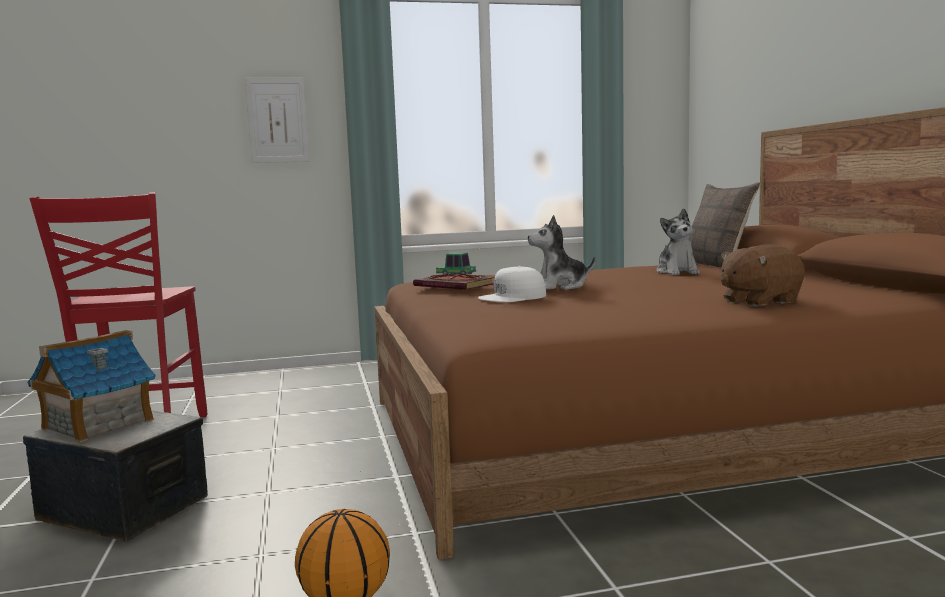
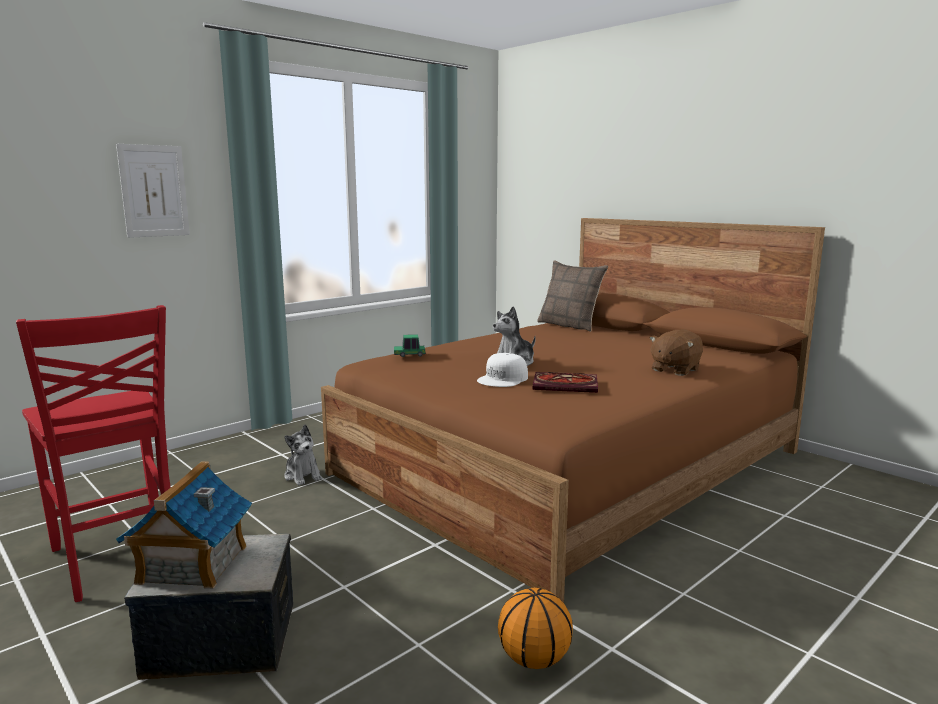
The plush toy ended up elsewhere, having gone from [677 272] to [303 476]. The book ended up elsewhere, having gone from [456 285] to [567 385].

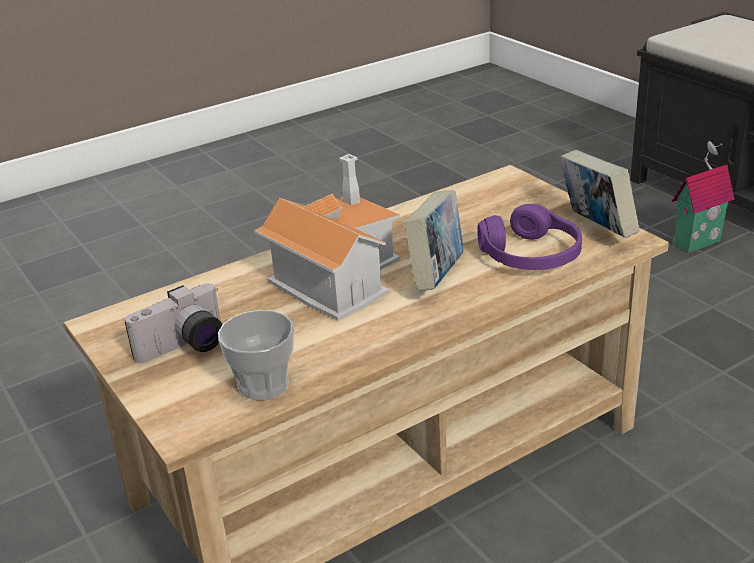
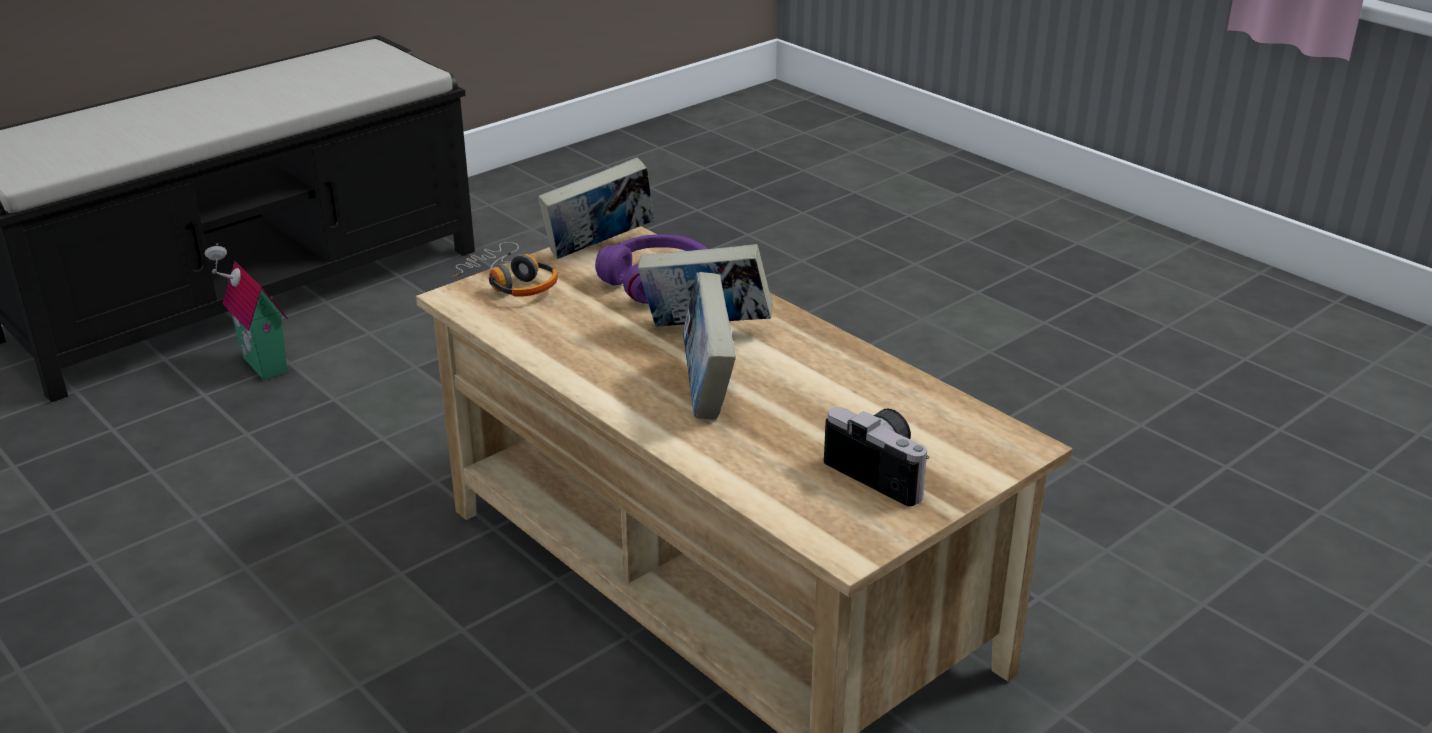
Where the toy house stood at [336 274], the book came to stand at [707 390]. The second view lost the cup at [263 385]. The second view gained the headphones at [510 283].

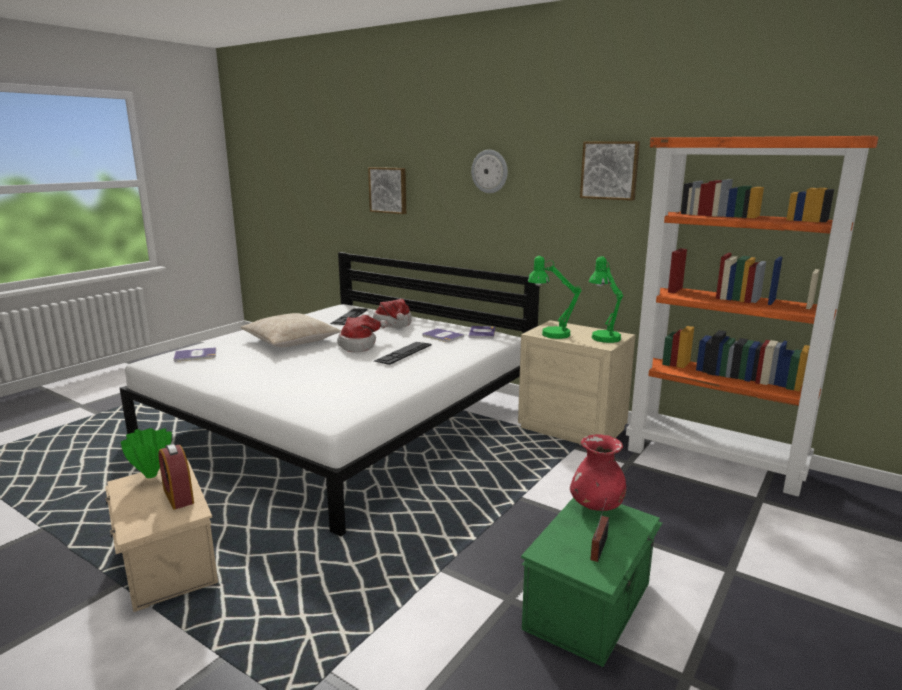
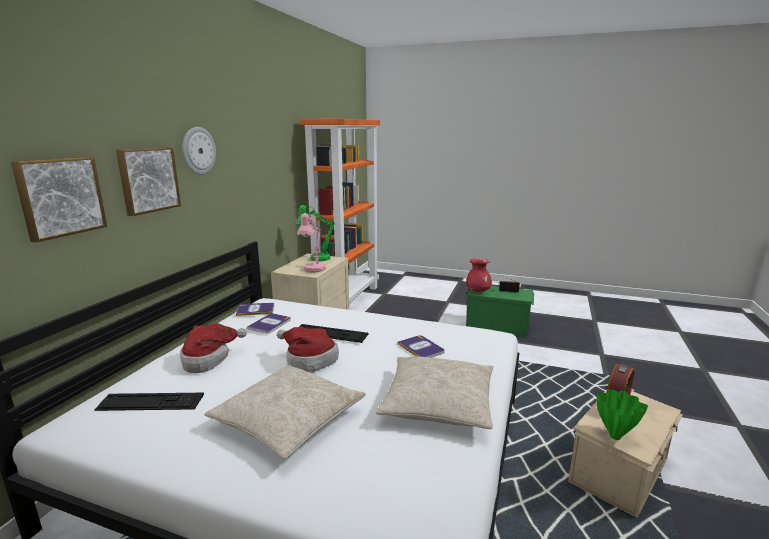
The picture ended up elsewhere, having gone from [610 170] to [148 179]. What was the green table lamp at [550 333] turned into the pink table lamp at [312 270]. The book ended up elsewhere, having gone from [195 355] to [421 348]. The second view gained the beige pillow at [438 403].

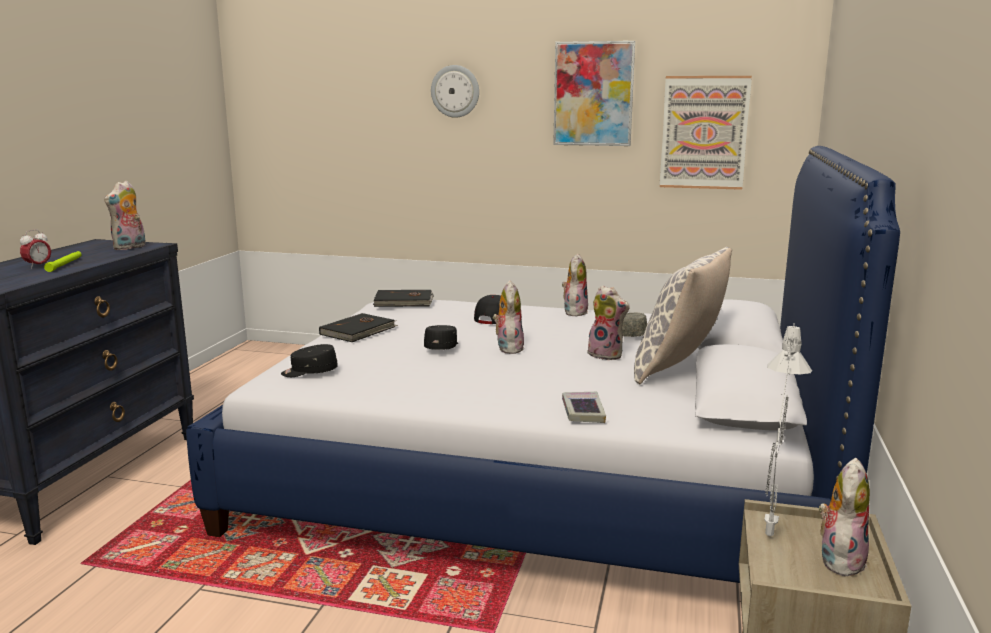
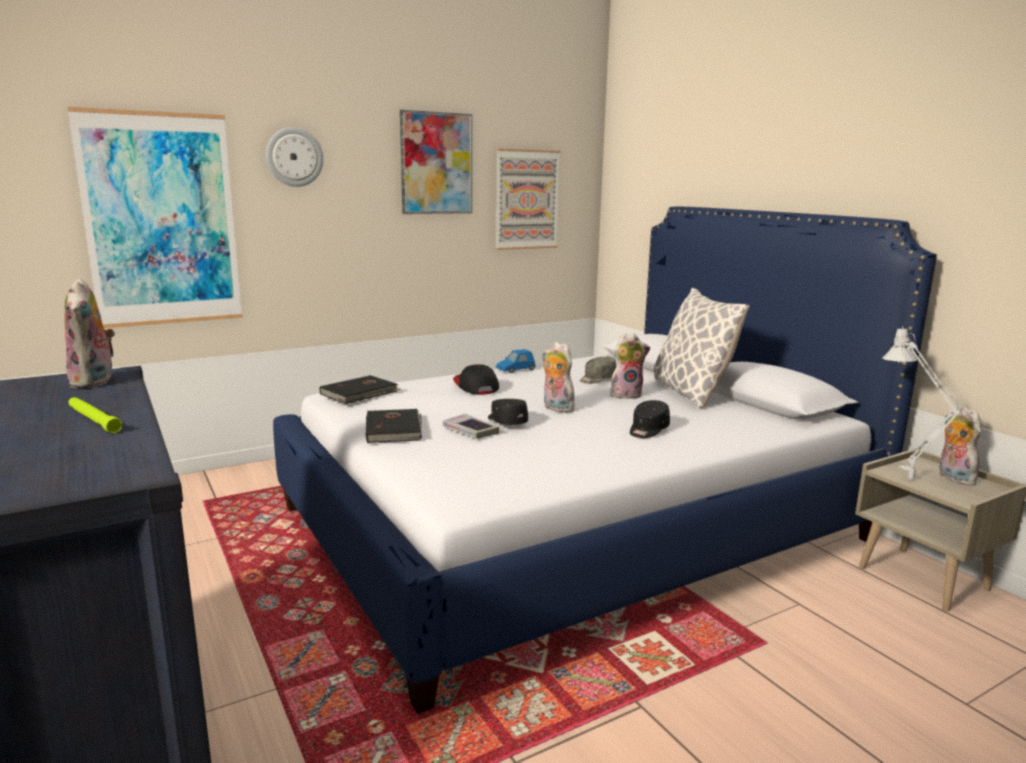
The second view lost the alarm clock at [38 266]. Where the plush toy stood at [574 312], the blue toy car came to stand at [515 370]. The black cap ended up elsewhere, having gone from [309 372] to [648 430]. The book ended up elsewhere, having gone from [583 412] to [470 431]. The second view gained the picture at [161 220].

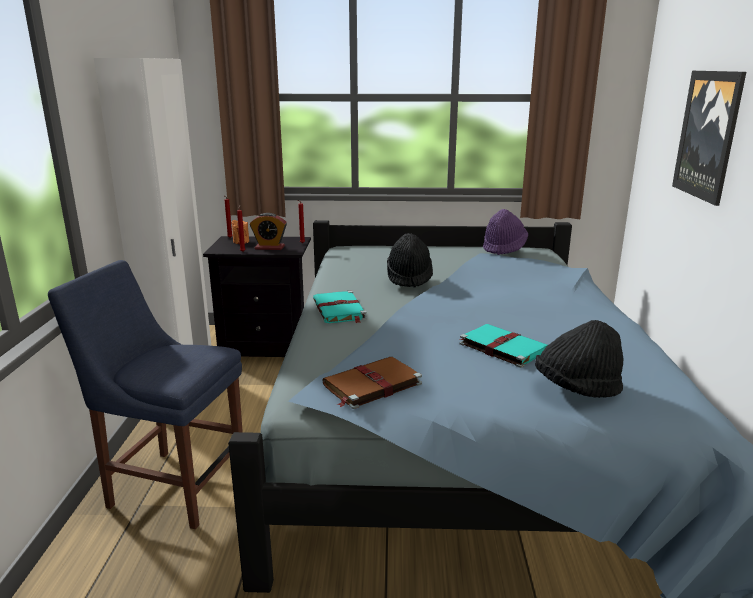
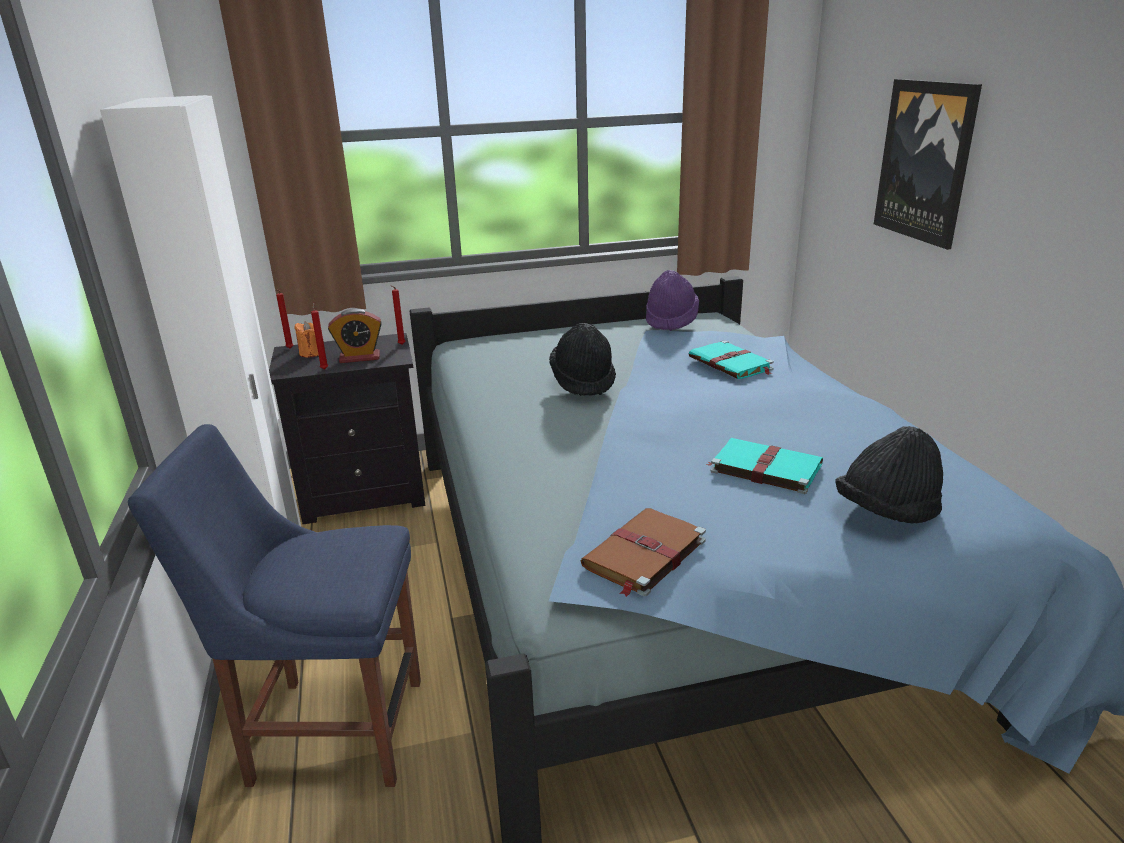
The turquoise book ended up elsewhere, having gone from [339 310] to [731 364].

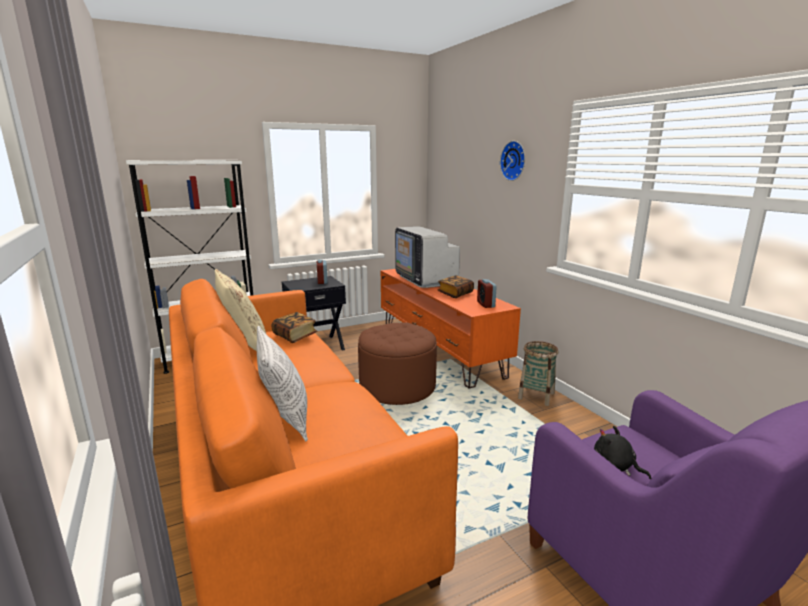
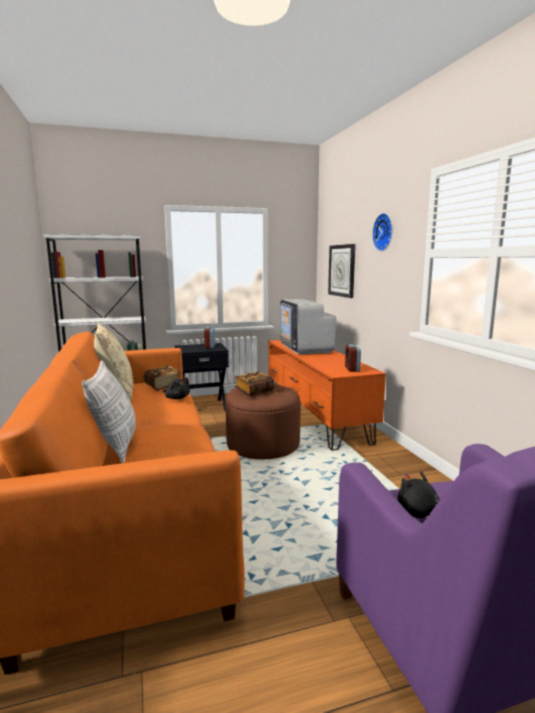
The book ended up elsewhere, having gone from [455 294] to [254 391]. The second view lost the basket at [536 396]. The second view gained the wall clock at [342 270]. The second view gained the black plush toy at [177 398].

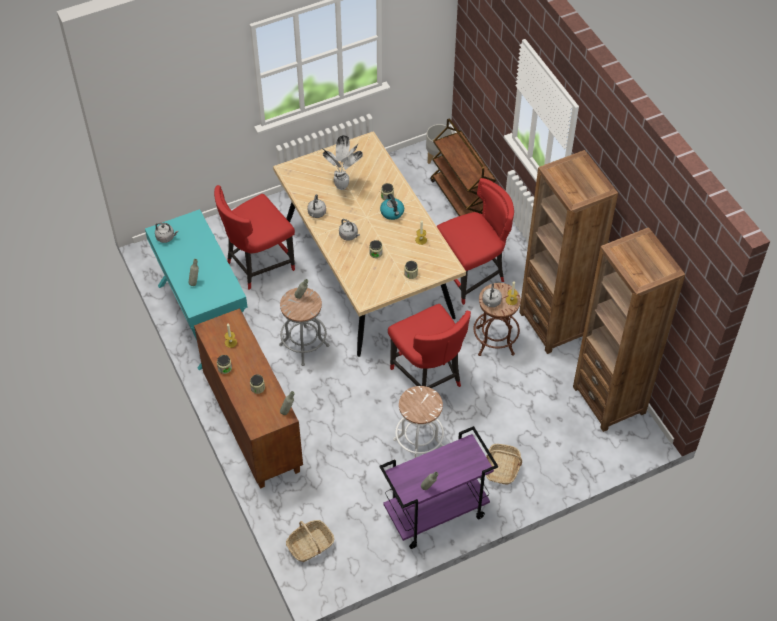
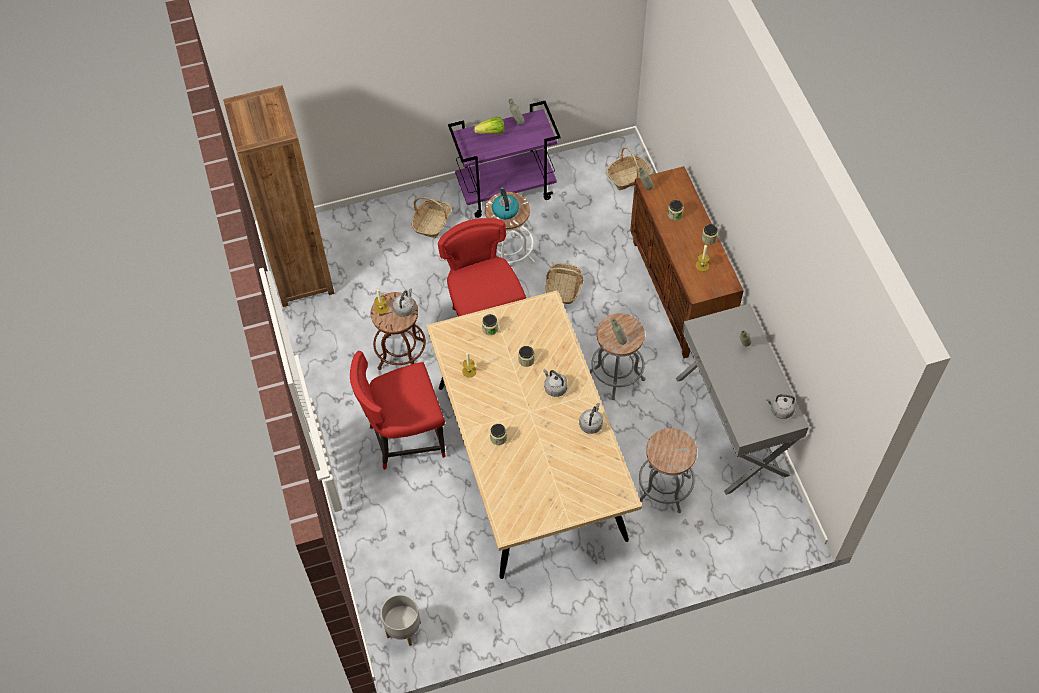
The second view lost the brown cart at [462 200]. The second view lost the potted plant at [342 186]. The second view lost the brown bookcase at [554 324]. Where the red chair stood at [258 265], the grey stool came to stand at [664 488]. The kettle ended up elsewhere, having gone from [392 212] to [505 210]. What was the turquoise console table at [203 317] turned into the grey console table at [732 425]. The second view gained the lettuce at [491 132]. The second view gained the basket at [563 288].

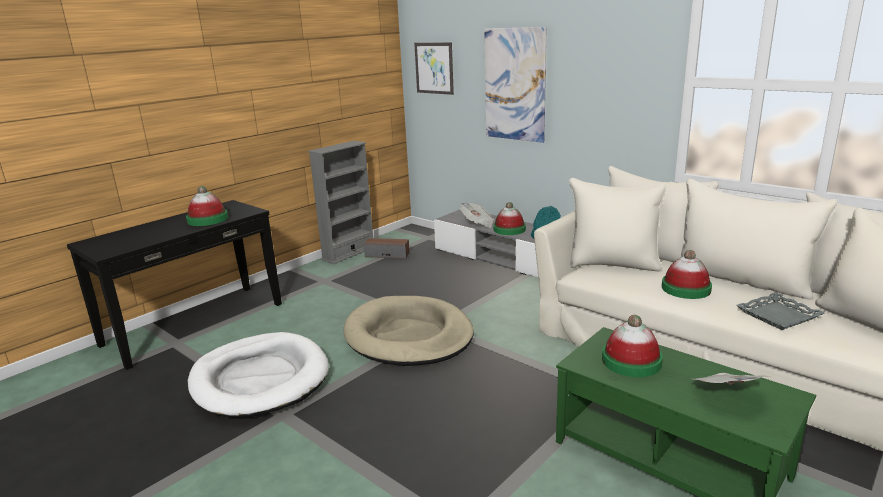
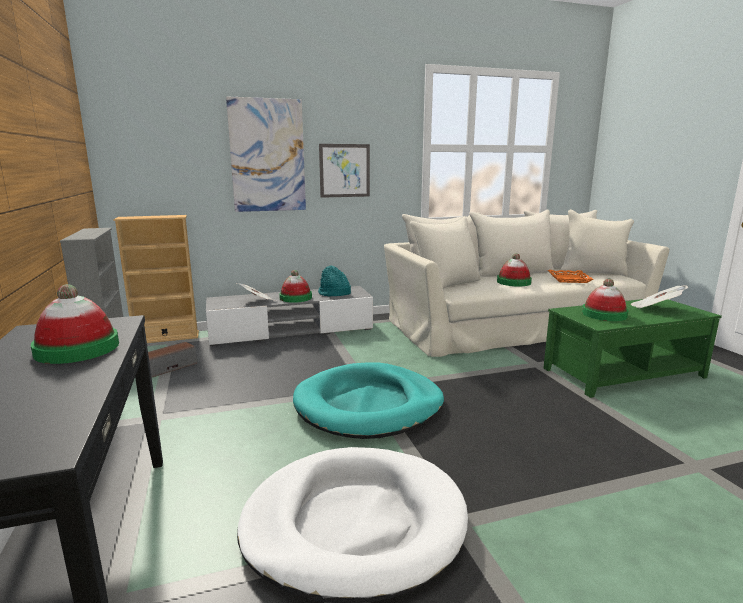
The picture ended up elsewhere, having gone from [434 68] to [344 170]. What was the grey tray at [778 315] turned into the orange tray at [568 279]. What was the beige dog bed at [408 336] turned into the turquoise dog bed at [369 405]. The second view gained the beige bookcase at [166 338].

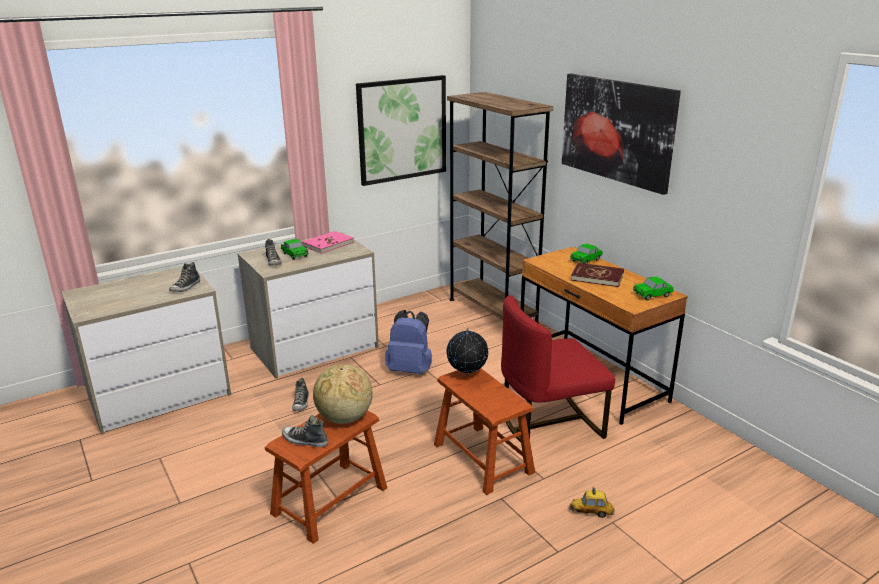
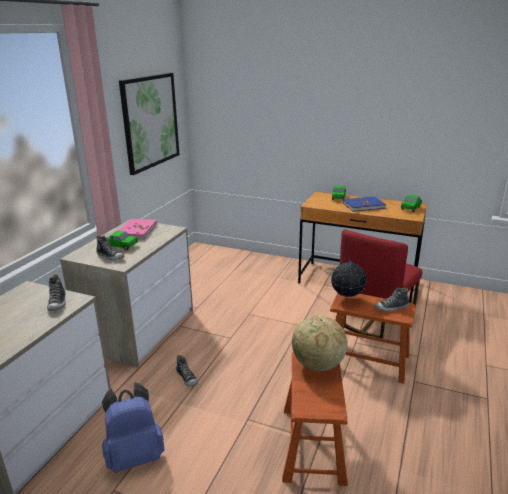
The second view lost the picture at [617 130]. The second view lost the brown bookcase at [492 311]. What was the red book at [597 277] turned into the blue book at [363 206]. The blue backpack ended up elsewhere, having gone from [410 369] to [135 456]. The shoe ended up elsewhere, having gone from [304 440] to [391 308]. The second view lost the toy car at [591 512].

